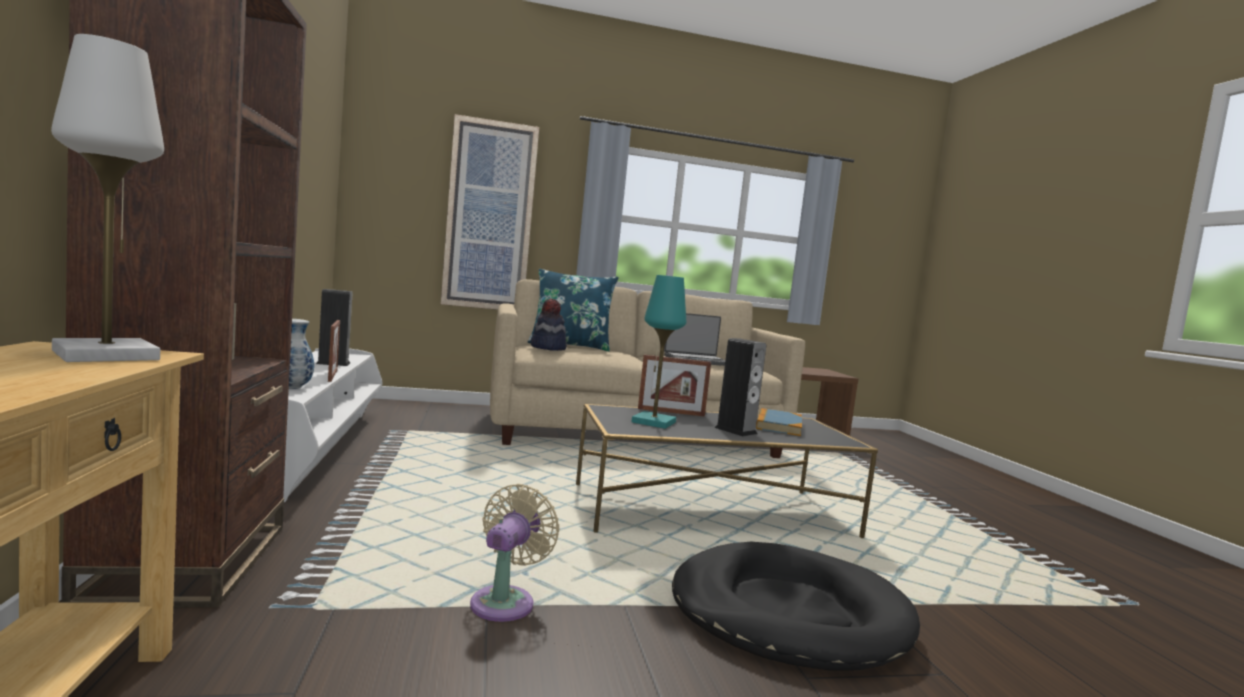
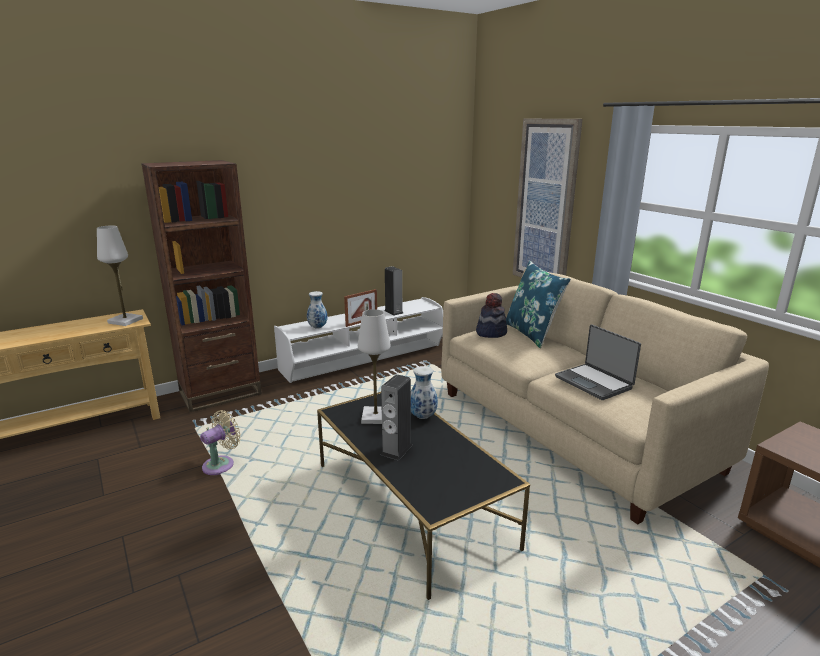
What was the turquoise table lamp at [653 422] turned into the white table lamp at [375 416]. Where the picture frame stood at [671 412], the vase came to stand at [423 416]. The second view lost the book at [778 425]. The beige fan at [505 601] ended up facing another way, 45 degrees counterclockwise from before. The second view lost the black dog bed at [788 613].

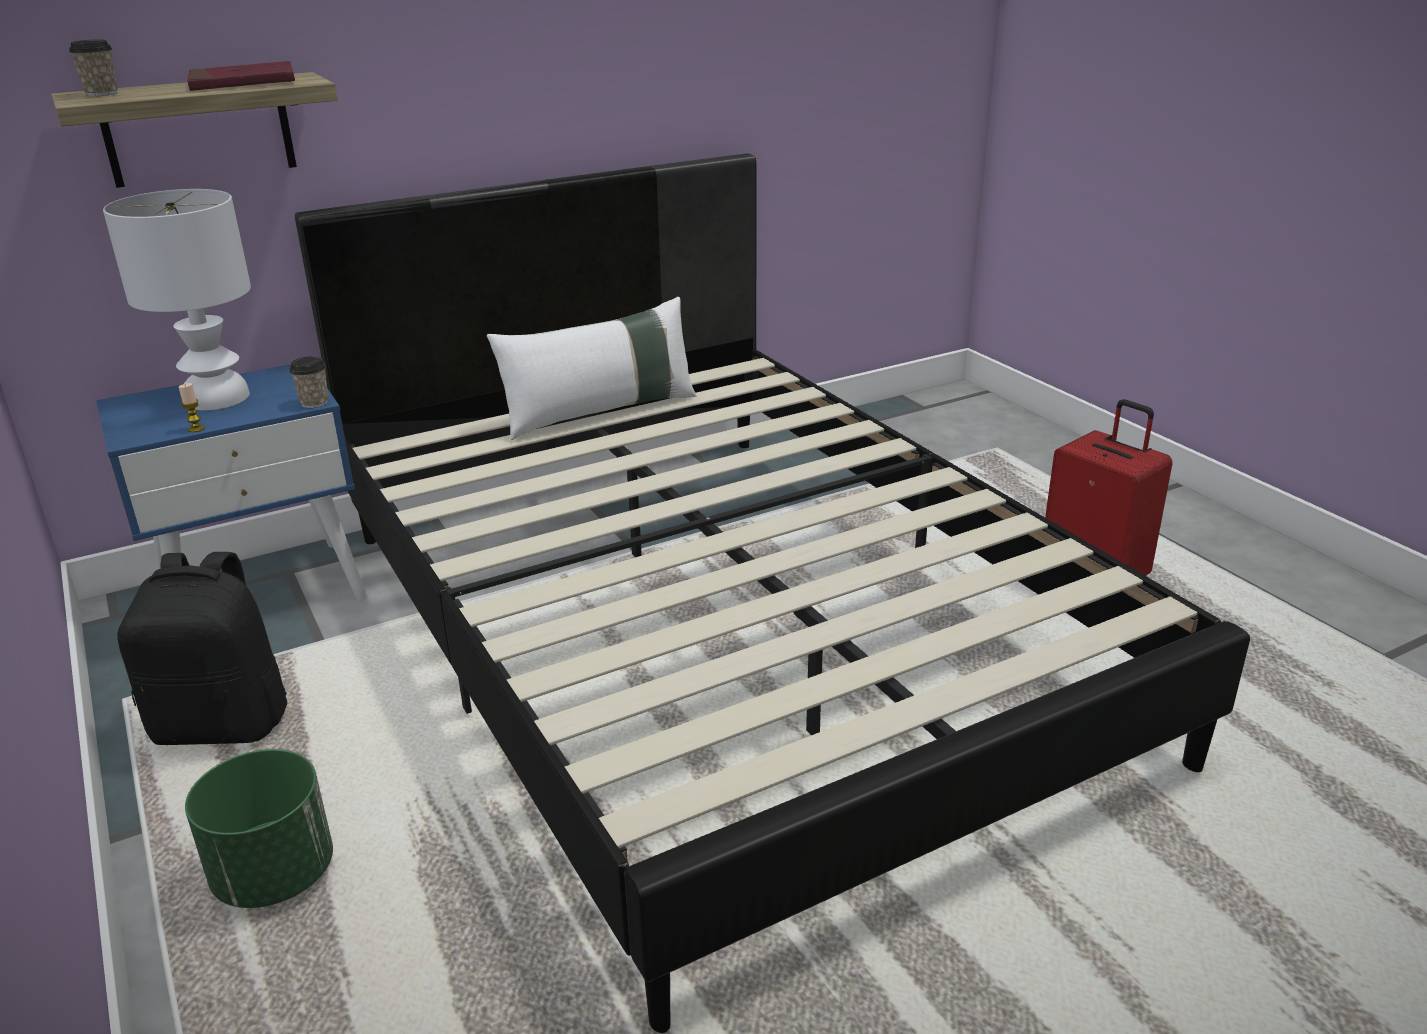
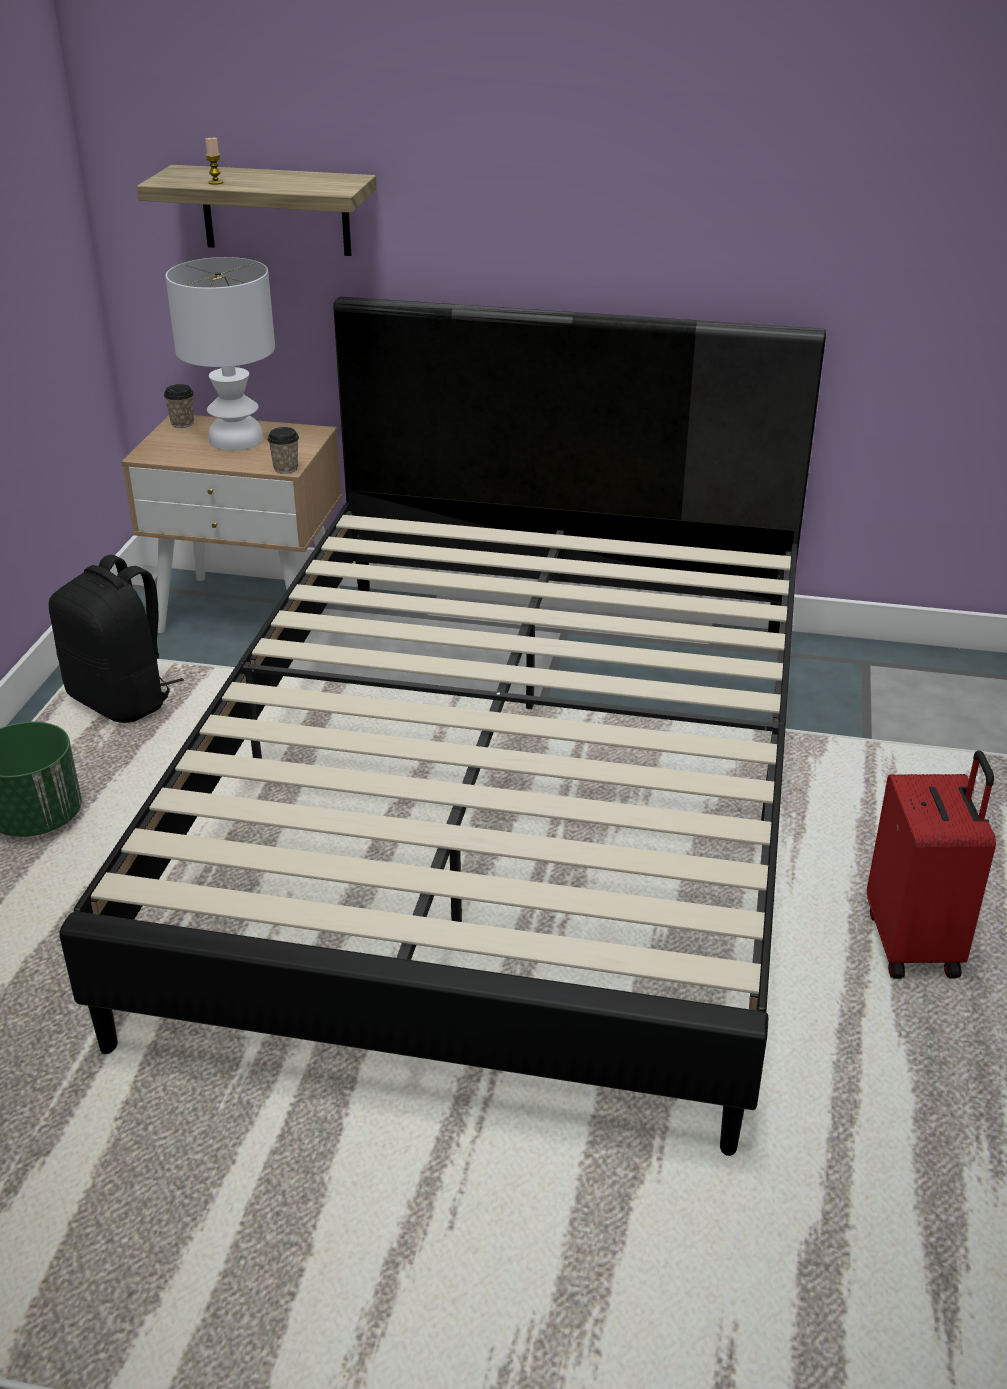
The cup ended up elsewhere, having gone from [102 94] to [182 423]. The second view lost the red book at [243 83]. The second view lost the white pillow at [601 412]. What was the blue nightstand at [264 592] turned into the beige nightstand at [251 611]. The candle ended up elsewhere, having gone from [196 429] to [215 182].

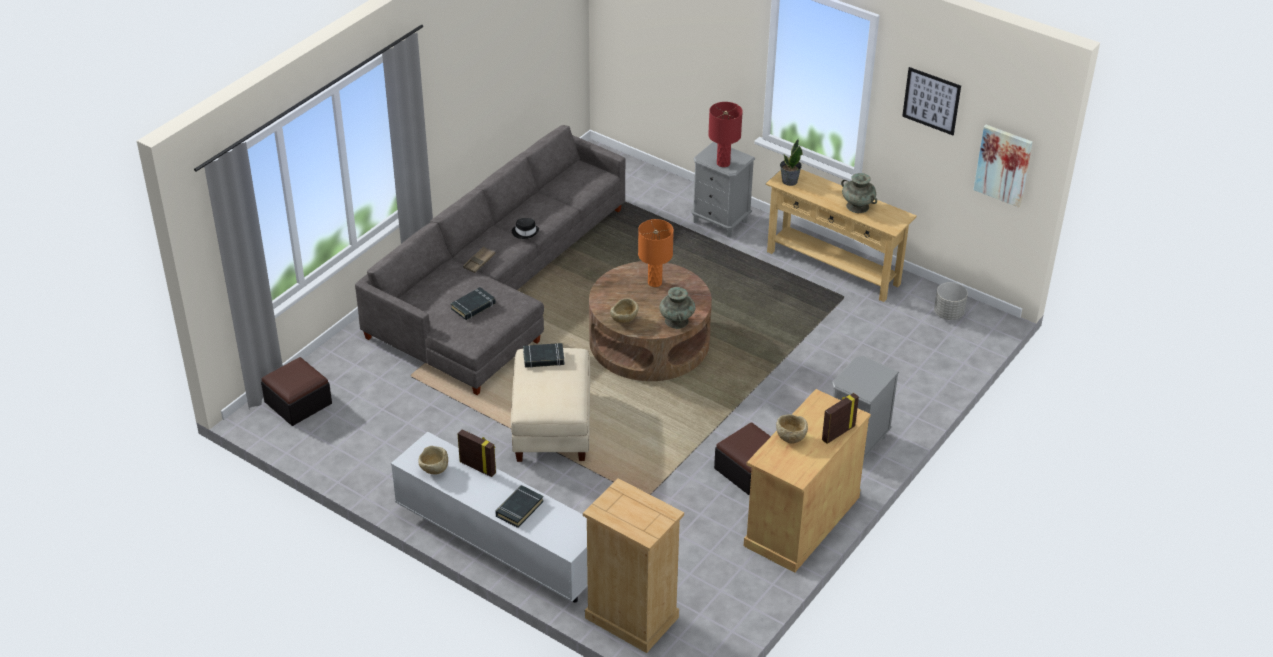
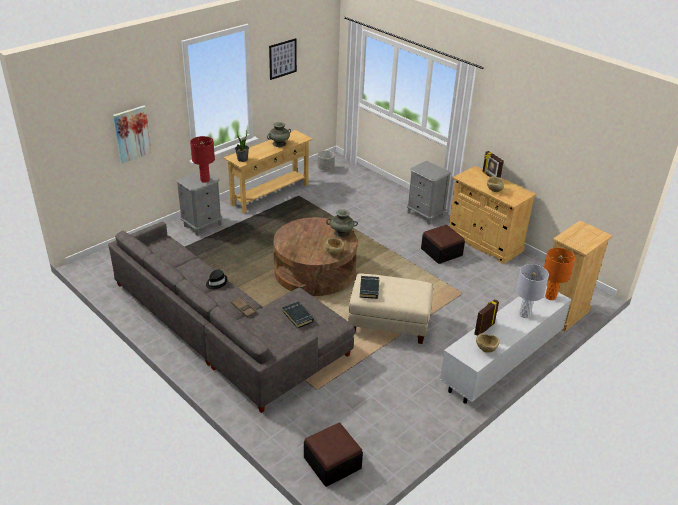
The picture ended up elsewhere, having gone from [1003 165] to [132 134]. The orange table lamp ended up elsewhere, having gone from [655 282] to [550 296]. Where the black book stood at [519 509], the grey table lamp came to stand at [524 314].

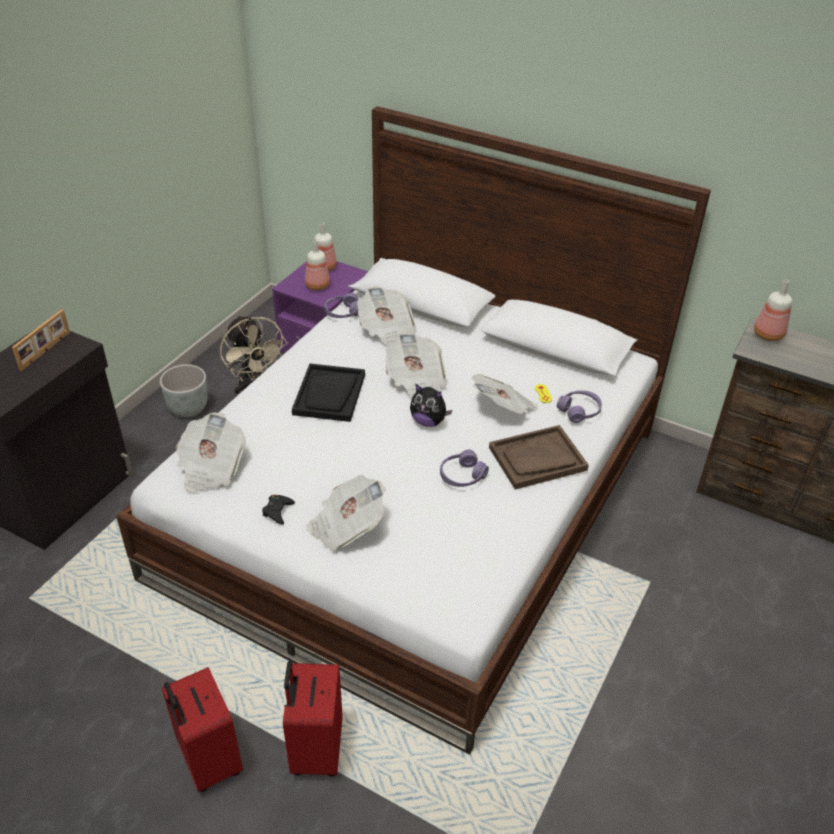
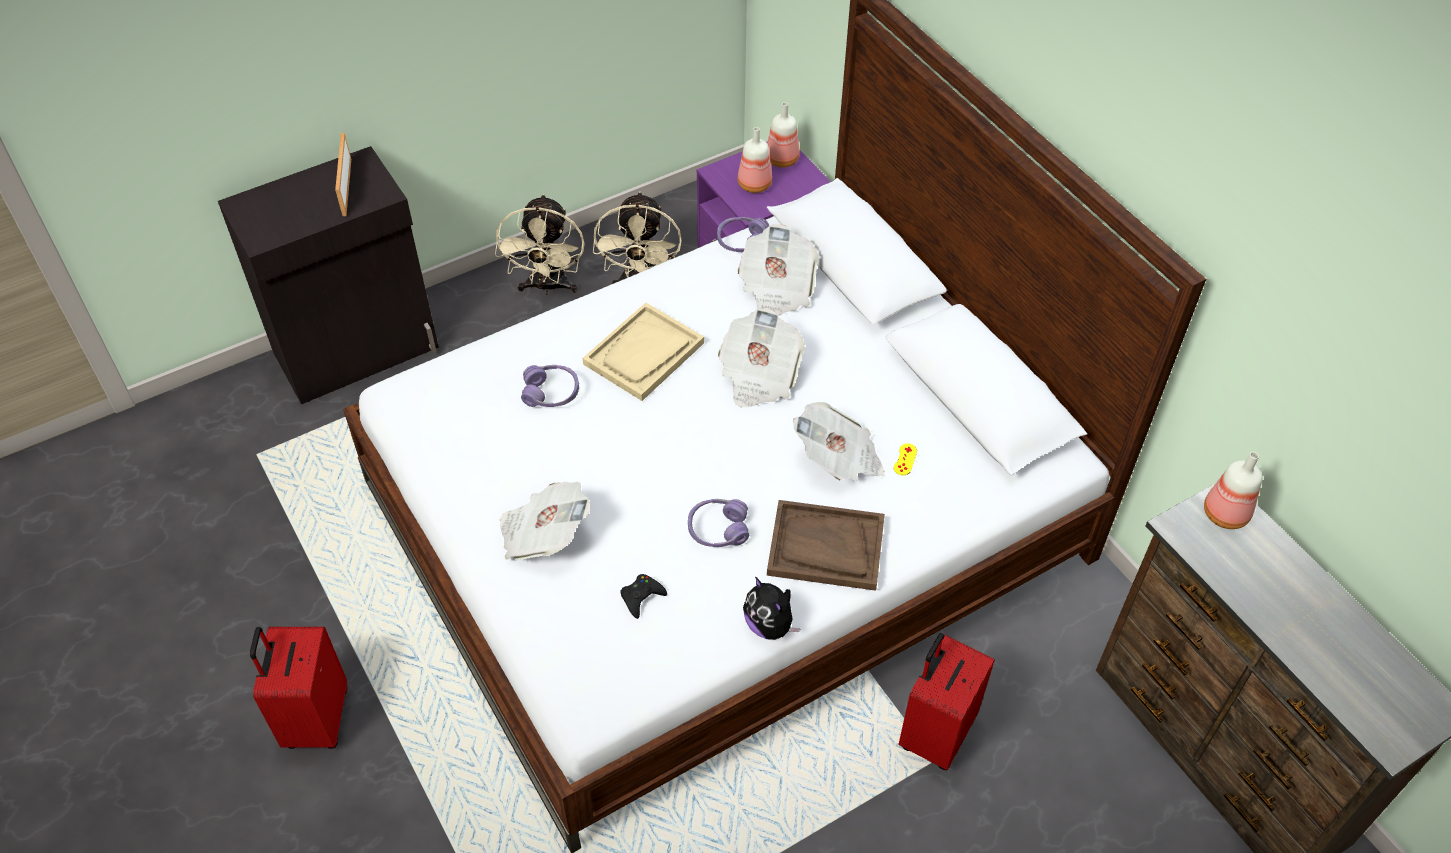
The picture frame at [46 351] ended up facing another way, 120 degrees clockwise from before. Where the grey planter stood at [189 408], the beige fan came to stand at [548 287]. What was the black tray at [329 394] turned into the beige tray at [644 354]. The plush toy ended up elsewhere, having gone from [428 421] to [770 625]. The purple headphones ended up elsewhere, having gone from [579 411] to [551 393]. The second view lost the newspaper at [211 468]. The black game controller ended up elsewhere, having gone from [278 511] to [641 597]. The red suitcase ended up elsewhere, having gone from [315 750] to [935 733].

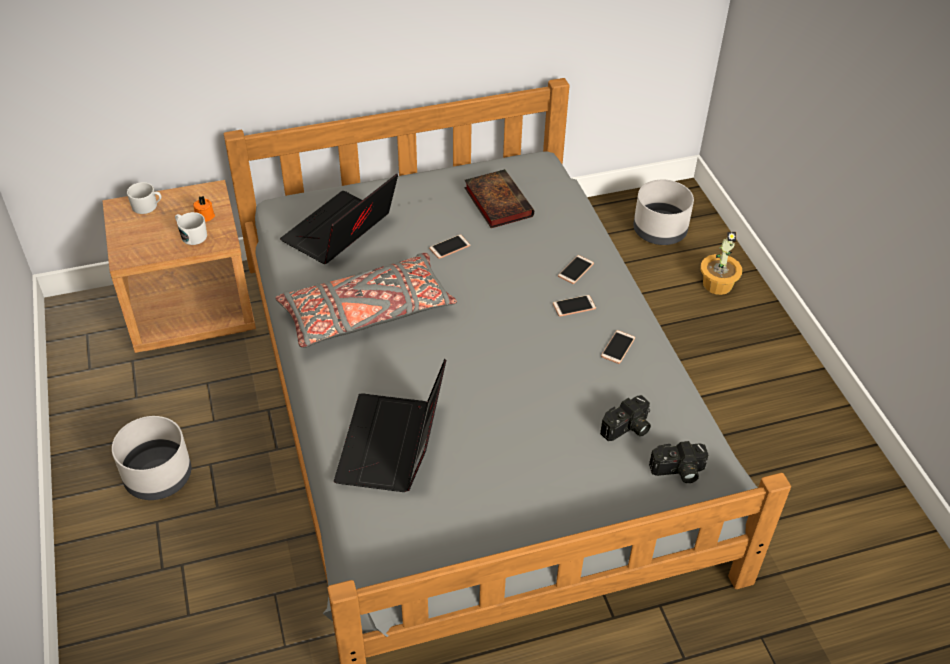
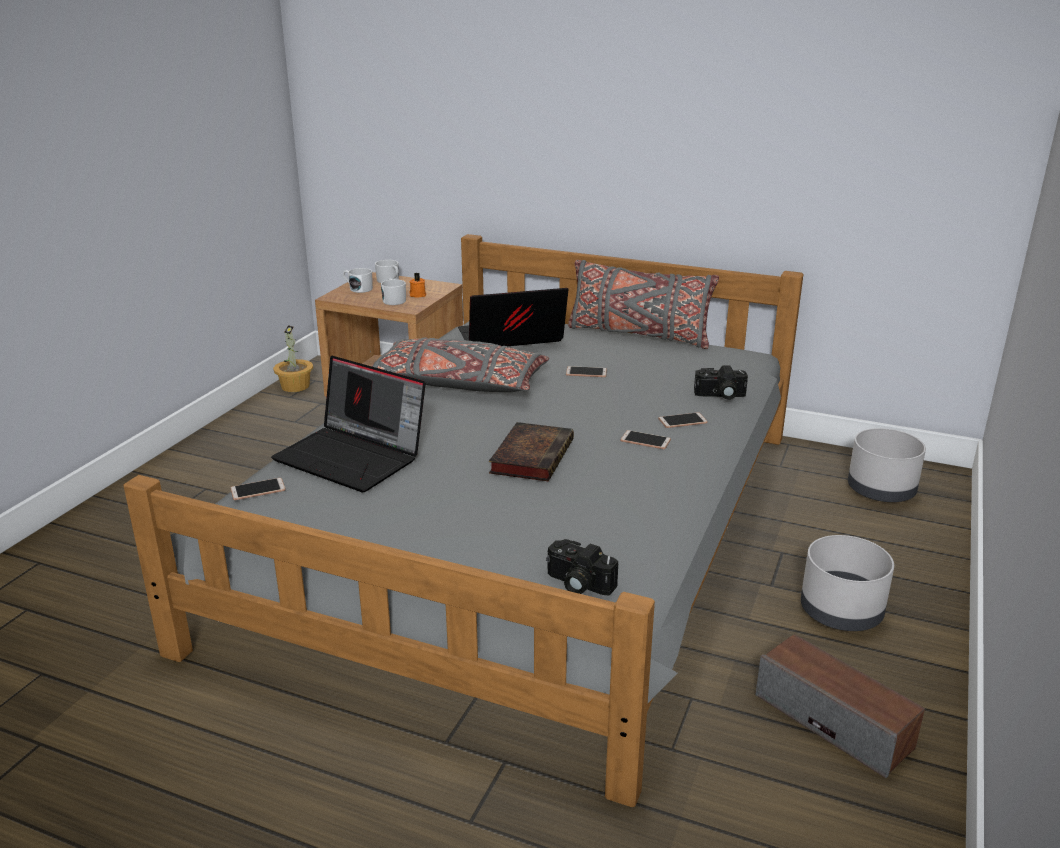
The book ended up elsewhere, having gone from [496 201] to [532 456]. The potted plant ended up elsewhere, having gone from [717 284] to [295 386]. The phone ended up elsewhere, having gone from [618 347] to [258 490]. The laptop at [393 446] ended up facing another way, 105 degrees counterclockwise from before. The photo camera ended up elsewhere, having gone from [627 429] to [720 395]. The grey planter ended up elsewhere, having gone from [158 475] to [841 611]. The second view gained the grey pillow at [638 335]. The second view gained the white mug at [358 289]. The second view gained the speaker at [833 721].

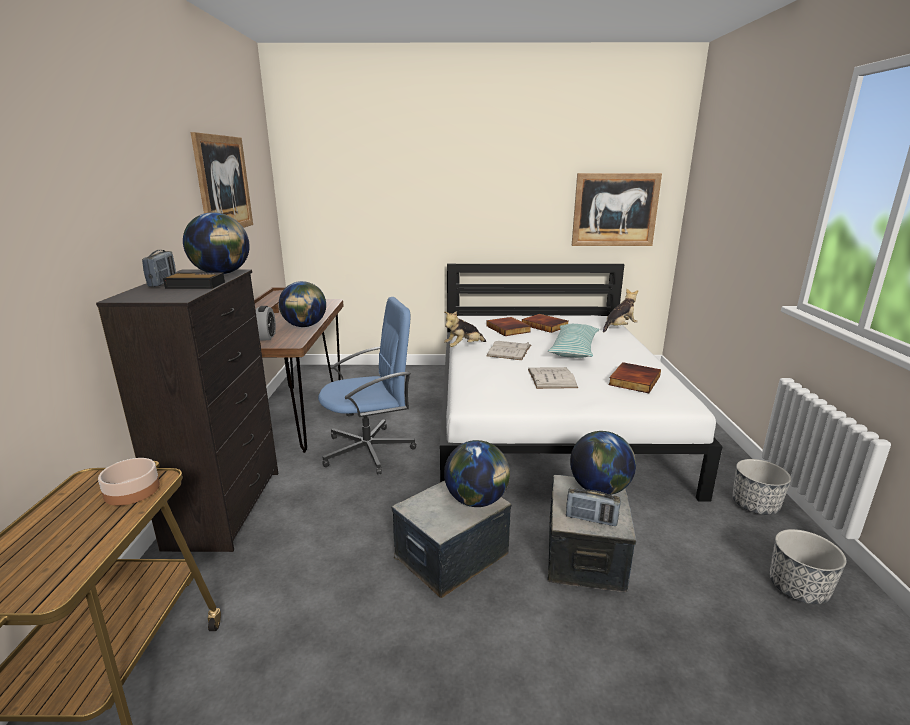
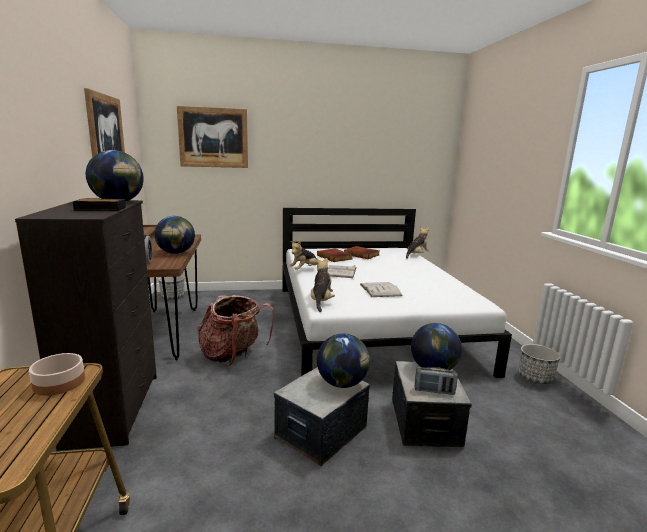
The picture ended up elsewhere, having gone from [615 210] to [213 137]. The second view lost the radio at [163 282]. Where the blue office chair stood at [369 450], the backpack came to stand at [233 355]. The second view lost the pillow at [574 349]. The second view lost the book at [633 380]. The planter ended up elsewhere, having gone from [797 587] to [173 297]. The second view gained the plush toy at [321 301].

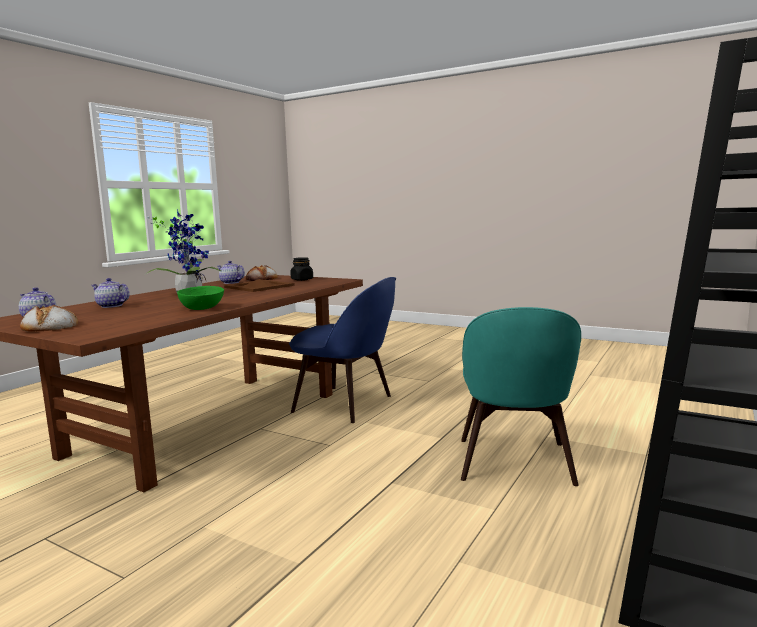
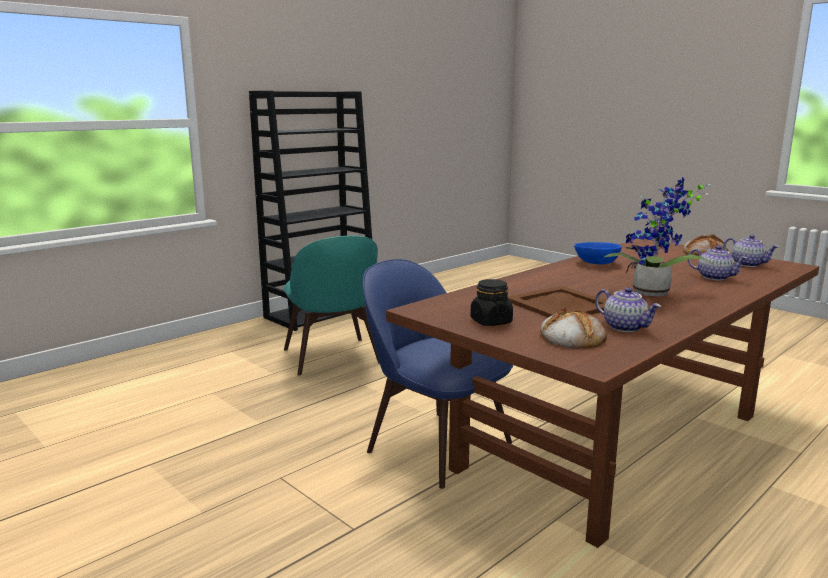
What was the green bowl at [201 308] turned into the blue bowl at [597 263]. The turquoise chair at [514 464] ended up facing another way, 135 degrees clockwise from before.

